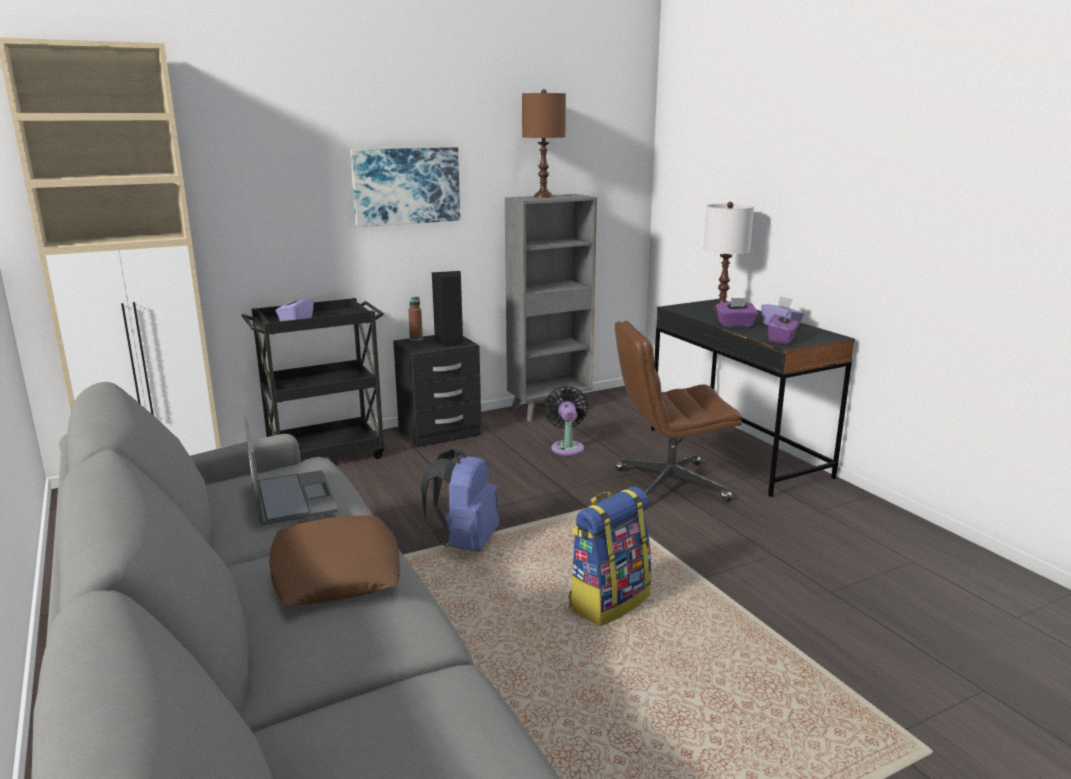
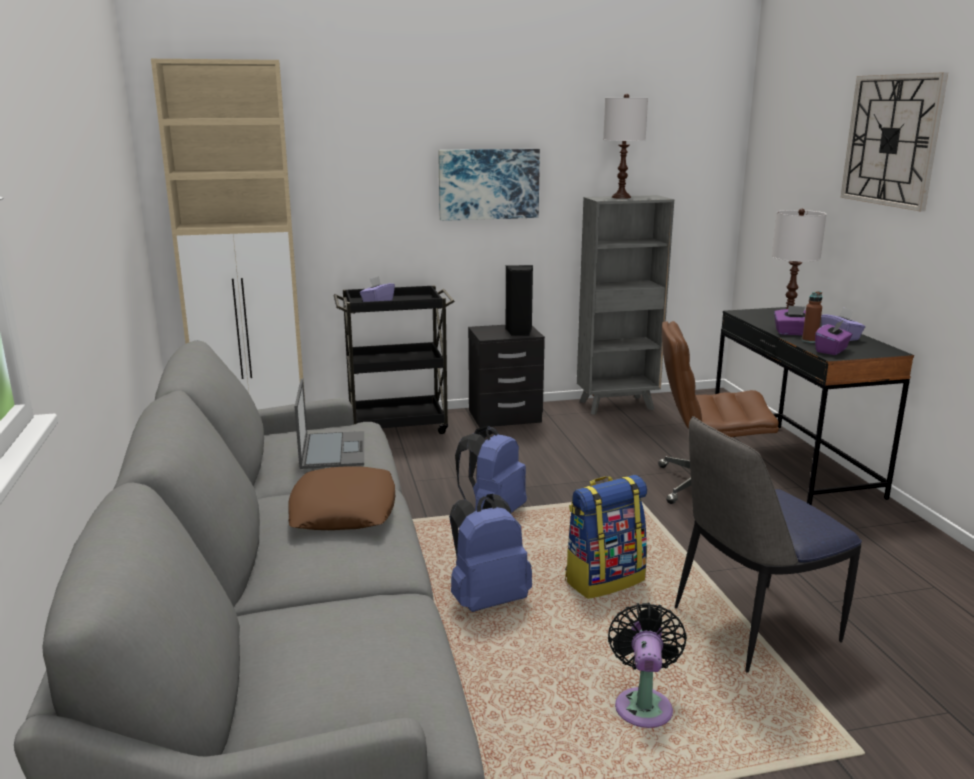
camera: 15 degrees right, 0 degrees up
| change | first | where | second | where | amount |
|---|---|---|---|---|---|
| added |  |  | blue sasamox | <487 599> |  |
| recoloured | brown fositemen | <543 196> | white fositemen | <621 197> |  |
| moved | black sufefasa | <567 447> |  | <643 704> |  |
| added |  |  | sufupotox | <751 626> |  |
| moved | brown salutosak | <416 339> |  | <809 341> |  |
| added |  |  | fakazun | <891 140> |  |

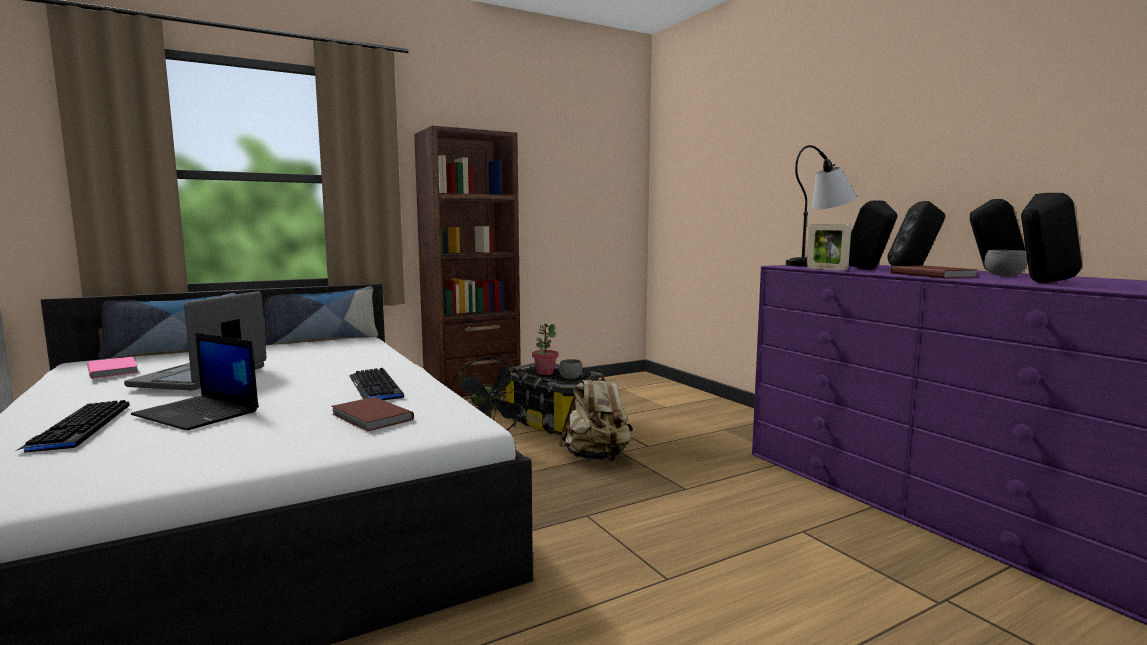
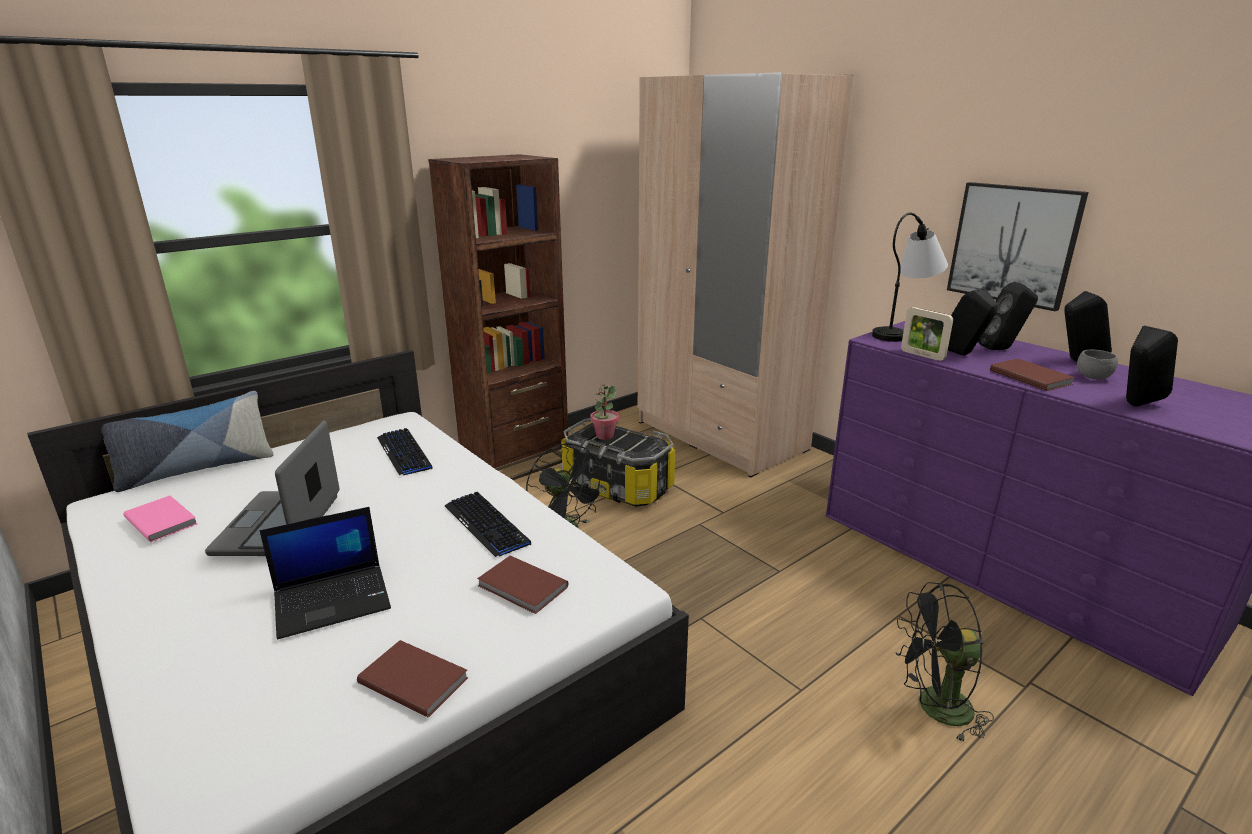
camera: 10 degrees left, 15 degrees up
| change | first | where | second | where | amount |
|---|---|---|---|---|---|
| turned | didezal | <198 413> |  | <333 600> | 45 degrees counterclockwise |
| added |  |  | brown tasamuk | <414 679> |  |
| moved | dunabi | <79 427> |  | <404 453> |  |
| added |  |  | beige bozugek | <720 436> |  |
| added |  |  | black sufefasa | <934 709> |  |
| added |  |  | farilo | <1013 244> |  |
| removed | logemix | <322 339> |  |  |  |
| removed | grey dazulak | <570 378> |  |  |  |
| removed | beige sasamox | <597 458> |  |  |  |

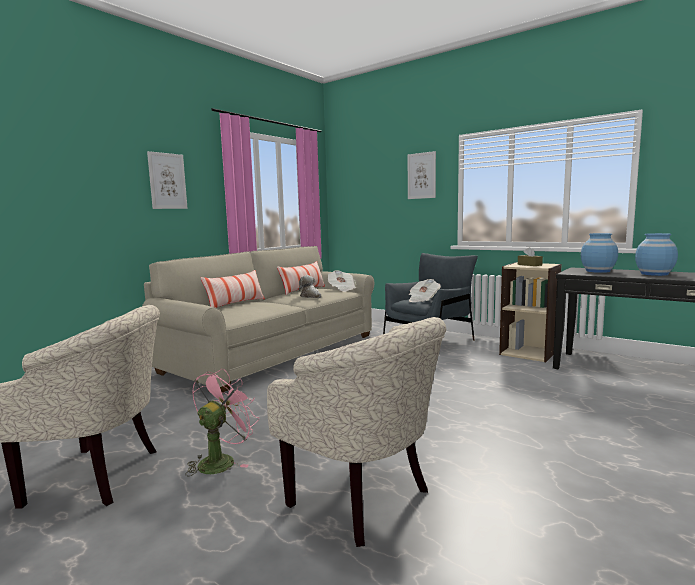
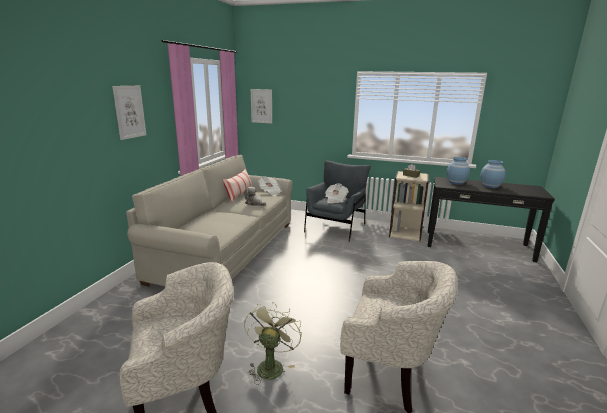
camera: 20 degrees left, 10 degrees up
| change | first | where | second | where | amount |
|---|---|---|---|---|---|
| recoloured | pink sufefasa | <221 460> | green sufefasa | <270 365> |  |
| moved | farilo | <421 175> |  | <261 106> |  |
| removed | logemix | <235 304> |  |  |  |

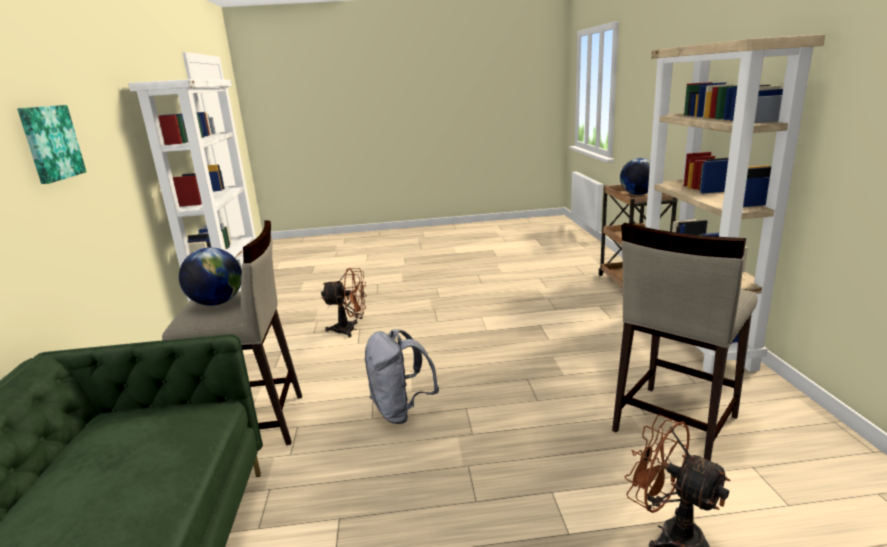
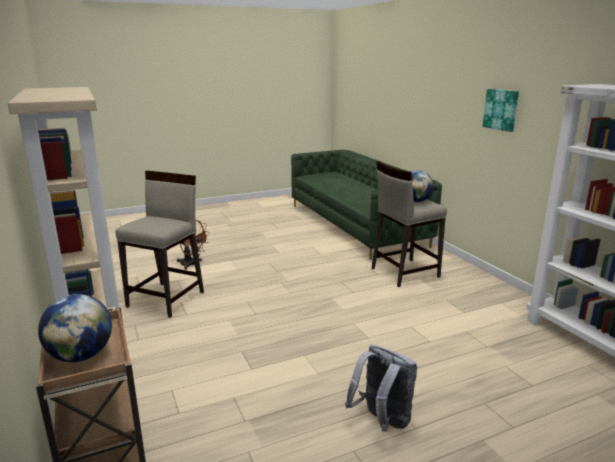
camera: 160 degrees right, 0 degrees up
| change | first | where | second | where | amount |
|---|---|---|---|---|---|
| moved | grey sasamox | <401 411> |  | <382 421> |  |
| removed | brown sufefasa | <350 330> |  |  |  |

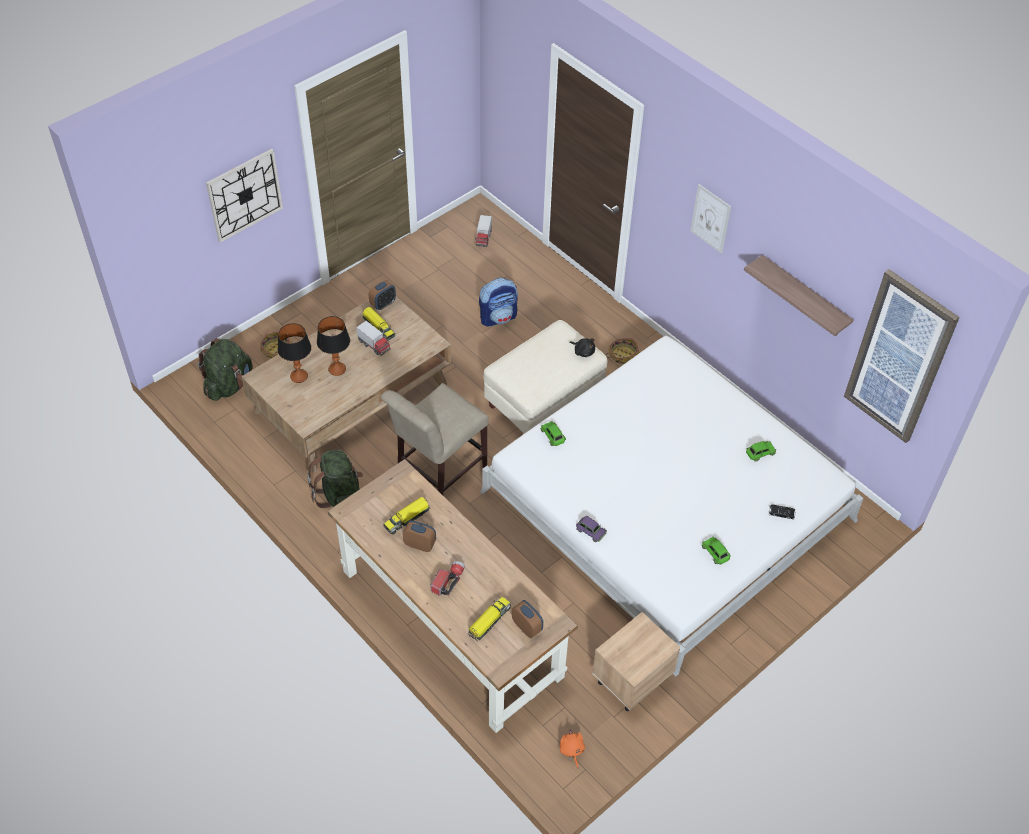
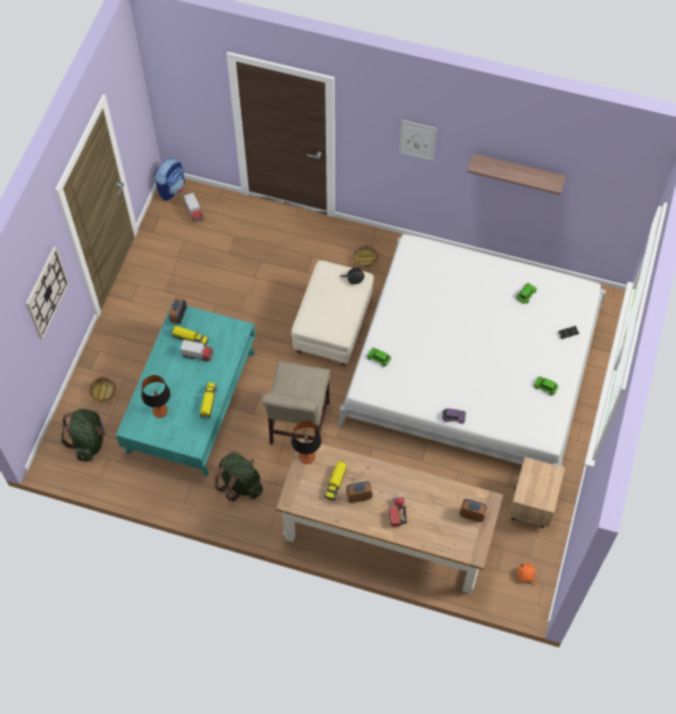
camera: 30 degrees left, 10 degrees up
| change | first | where | second | where | amount |
|---|---|---|---|---|---|
| recoloured | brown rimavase | <352 398> | turquoise rimavase | <191 401> |  |
| moved | sasamox | <498 317> |  | <172 189> |  |
| moved | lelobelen | <489 621> |  | <208 402> |  |
| moved | fositemen | <337 369> |  | <307 456> |  |
| removed | farilo | <899 357> |  |  |  |

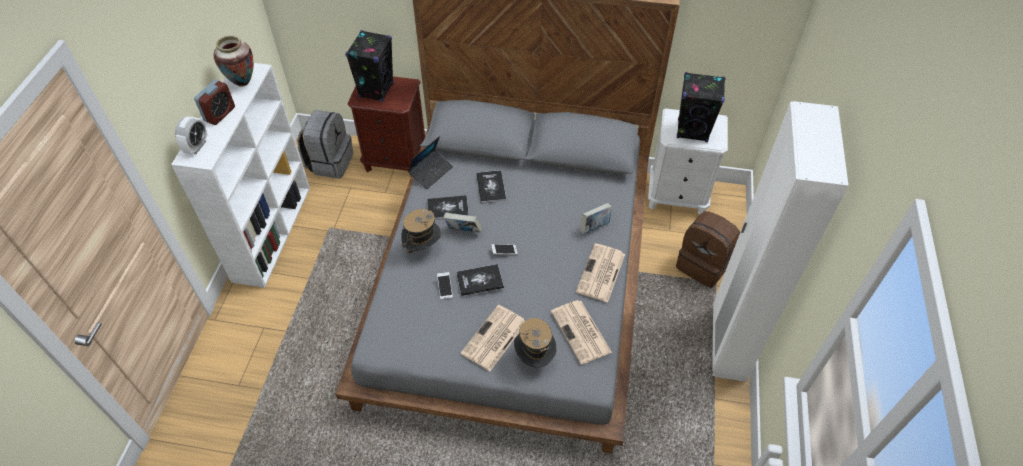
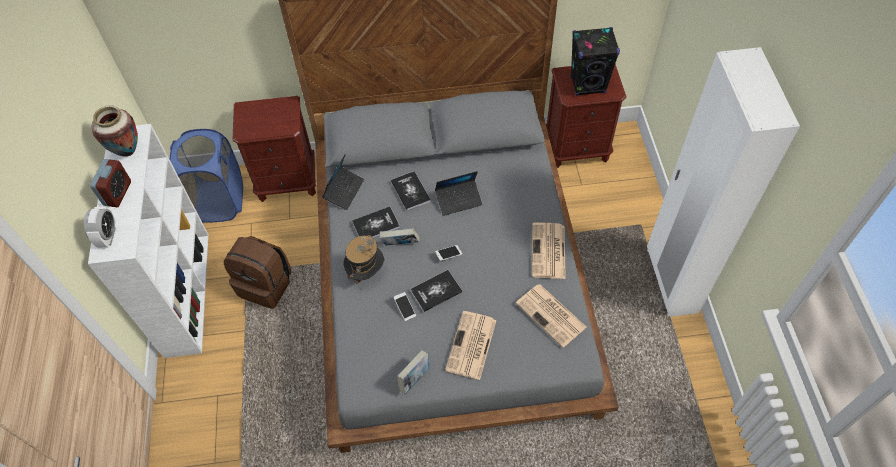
camera: 15 degrees left, 5 degrees up
| change | first | where | second | where | amount |
|---|---|---|---|---|---|
| replaced | grey sasamox | <330 162> | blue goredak | <219 201> |  |
| moved | brown sasamox | <703 265> |  | <266 285> |  |
| moved | tasamuk | <595 227> |  | <414 378> |  |
| added |  |  | didezal | <459 200> |  |
| recoloured | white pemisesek | <677 197> | brown pemisesek | <577 148> |  |
| removed | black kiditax | <376 90> |  |  |  |
| removed | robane | <534 358> |  |  |  |

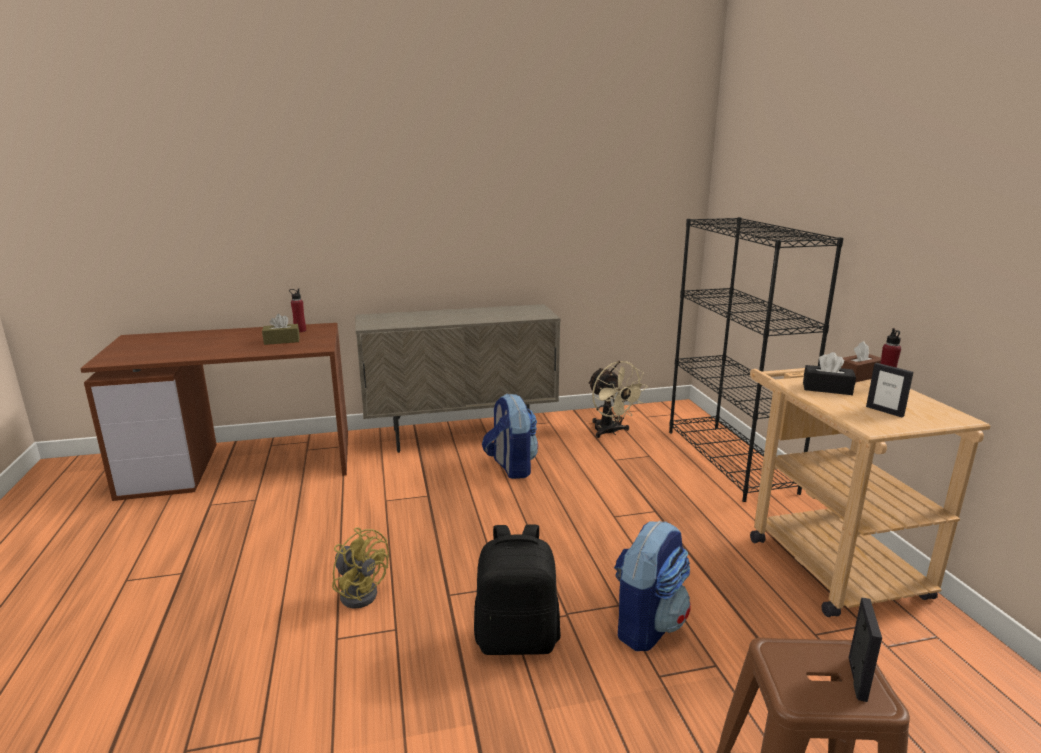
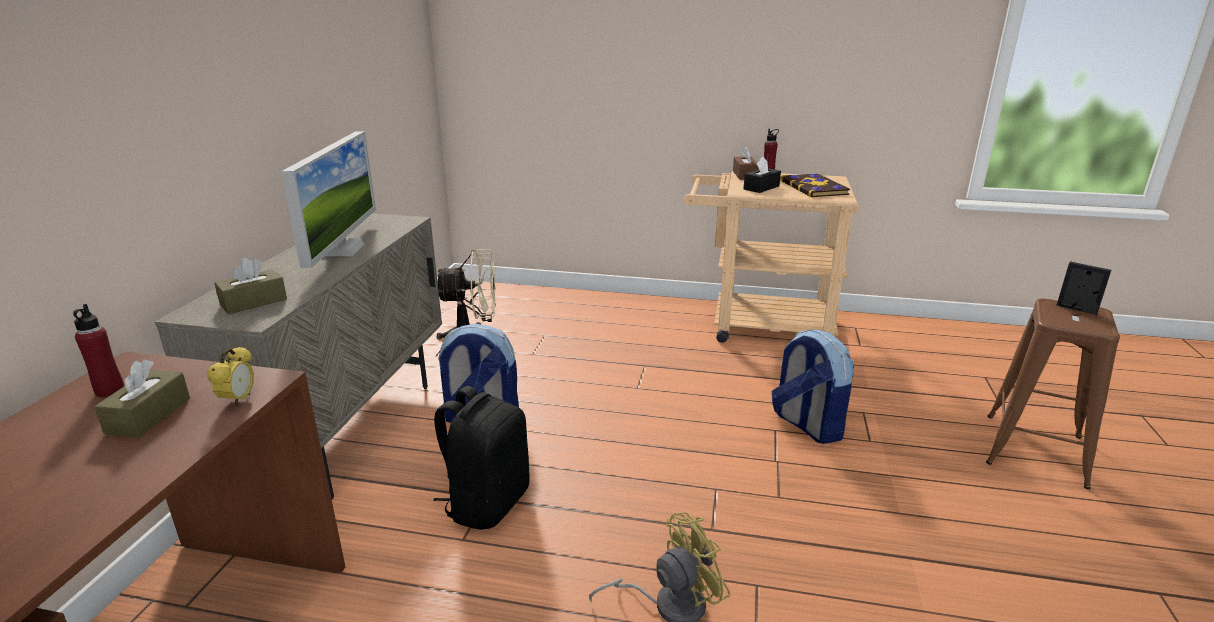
camera: 65 degrees left, 5 degrees up
| change | first | where | second | where | amount |
|---|---|---|---|---|---|
| added |  |  | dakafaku | <238 400> |  |
| added |  |  | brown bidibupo | <253 302> |  |
| added |  |  | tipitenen | <342 250> |  |
| moved | black sasamox | <517 638> |  | <487 503> |  |
| replaced | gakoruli | <884 411> | tasamuk | <814 188> |  |
| removed | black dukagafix | <729 460> |  |  |  |

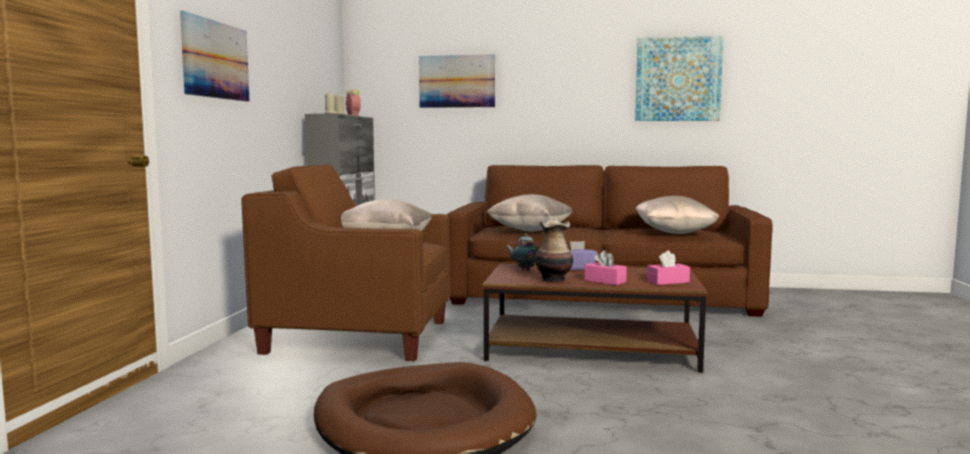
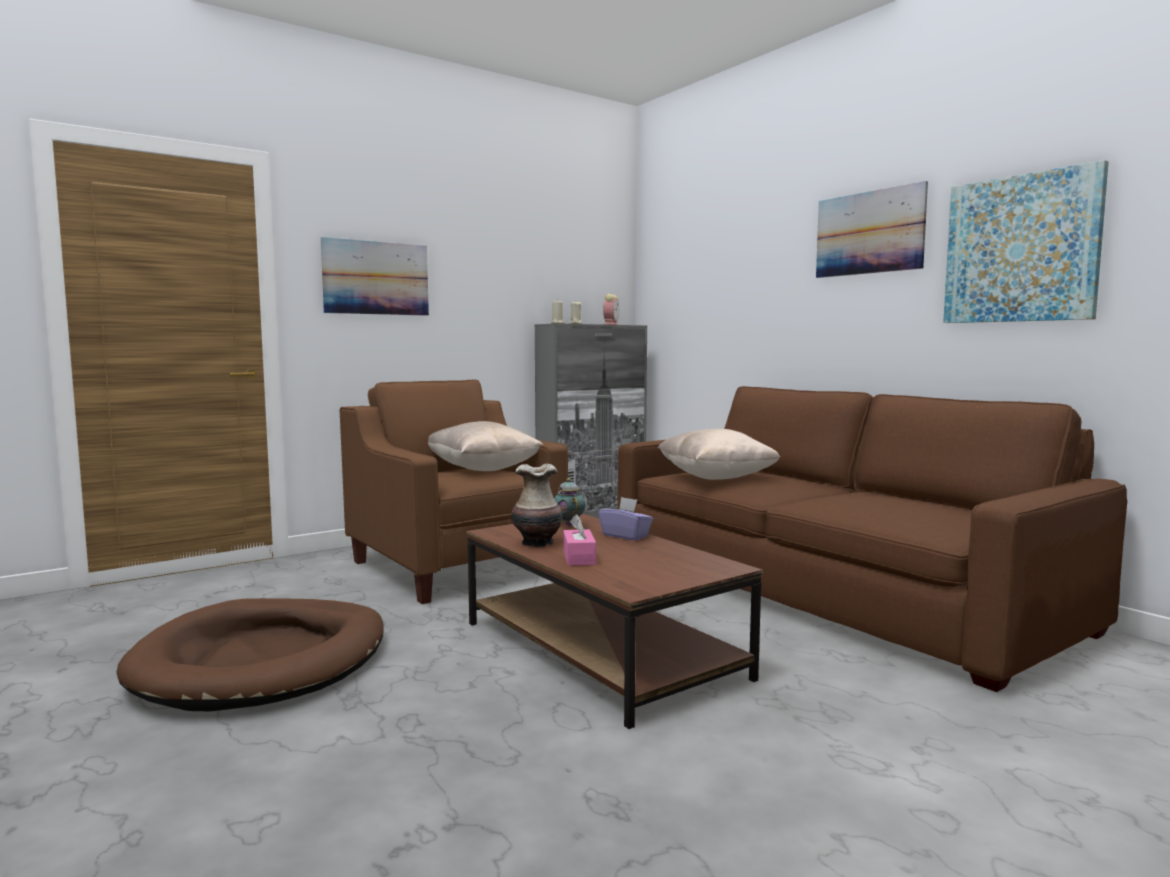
camera: 45 degrees right, 0 degrees up
| change | first | where | second | where | amount |
|---|---|---|---|---|---|
| moved | farilo | <457 81> |  | <869 233> |  |
| removed | beige logemix | <674 233> |  |  |  |
| removed | pink bidibupo | <668 282> |  |  |  |

